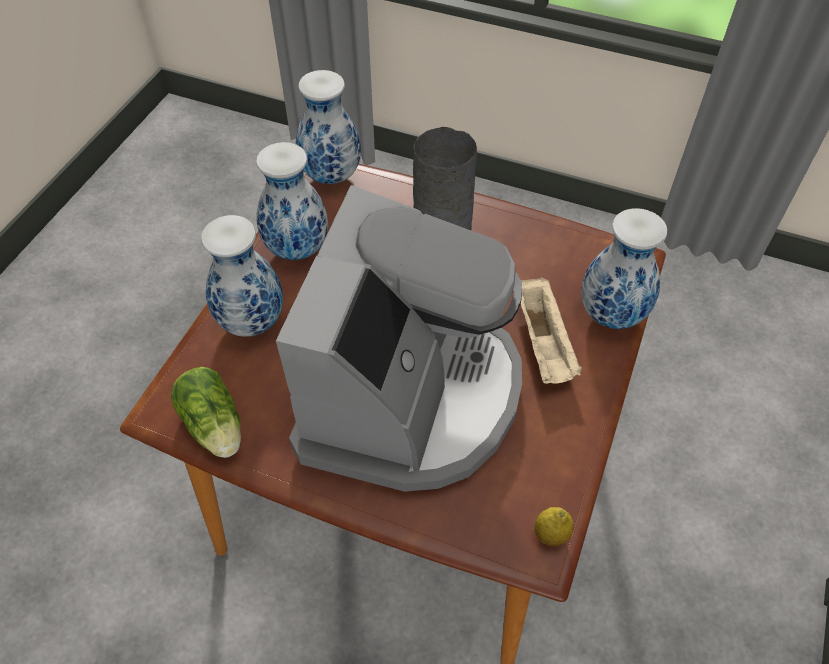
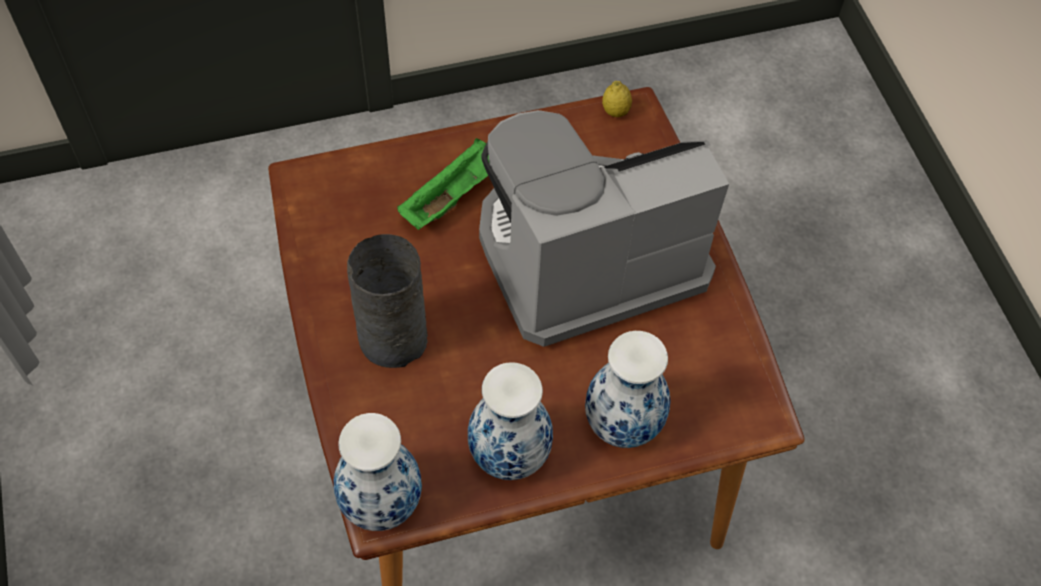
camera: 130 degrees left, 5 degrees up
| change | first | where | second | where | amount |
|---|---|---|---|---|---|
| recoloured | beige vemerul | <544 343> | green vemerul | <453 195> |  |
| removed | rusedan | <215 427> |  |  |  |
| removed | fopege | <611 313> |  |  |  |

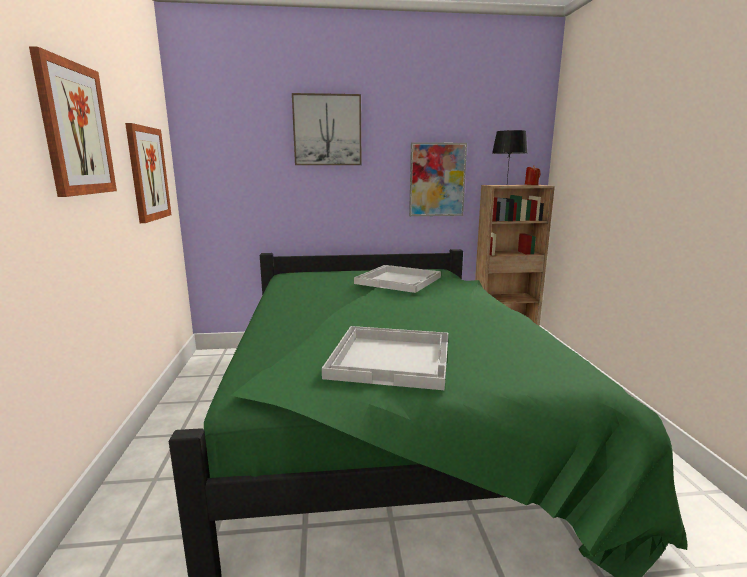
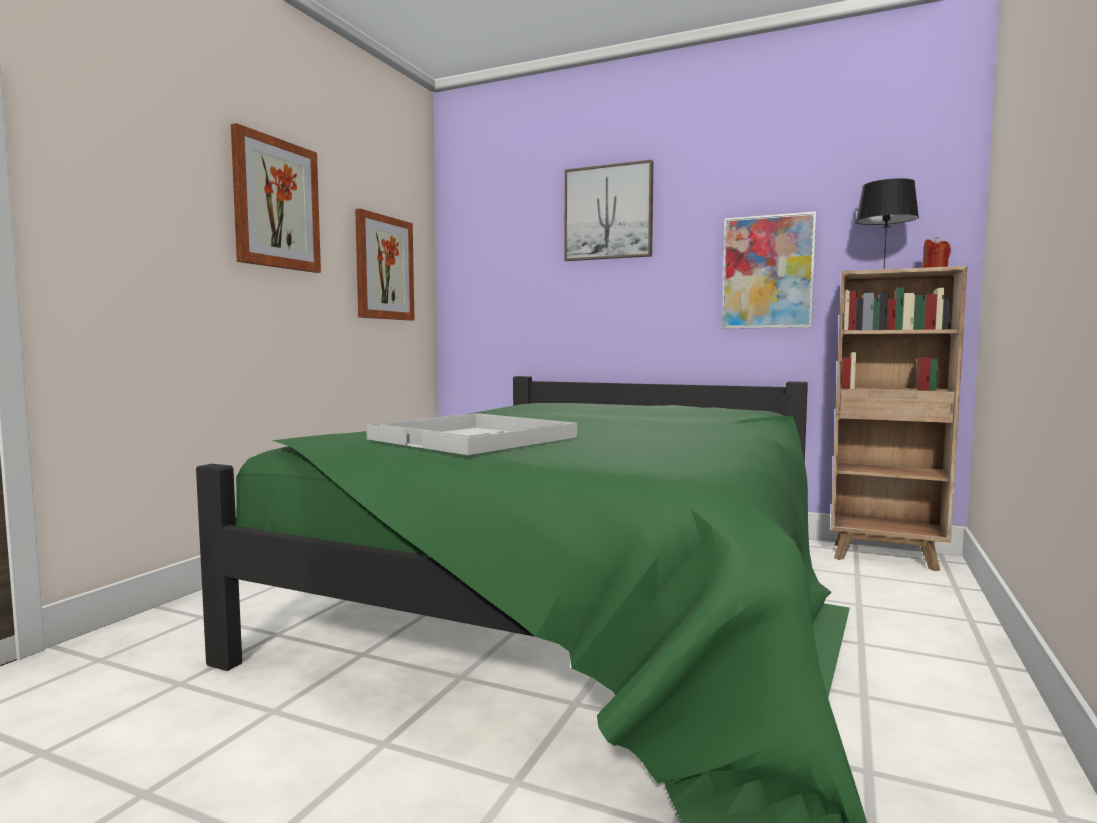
camera: 30 degrees right, 10 degrees down
| change | first | where | second | where | amount |
|---|---|---|---|---|---|
| removed | white vemerul | <399 280> |  |  |  |

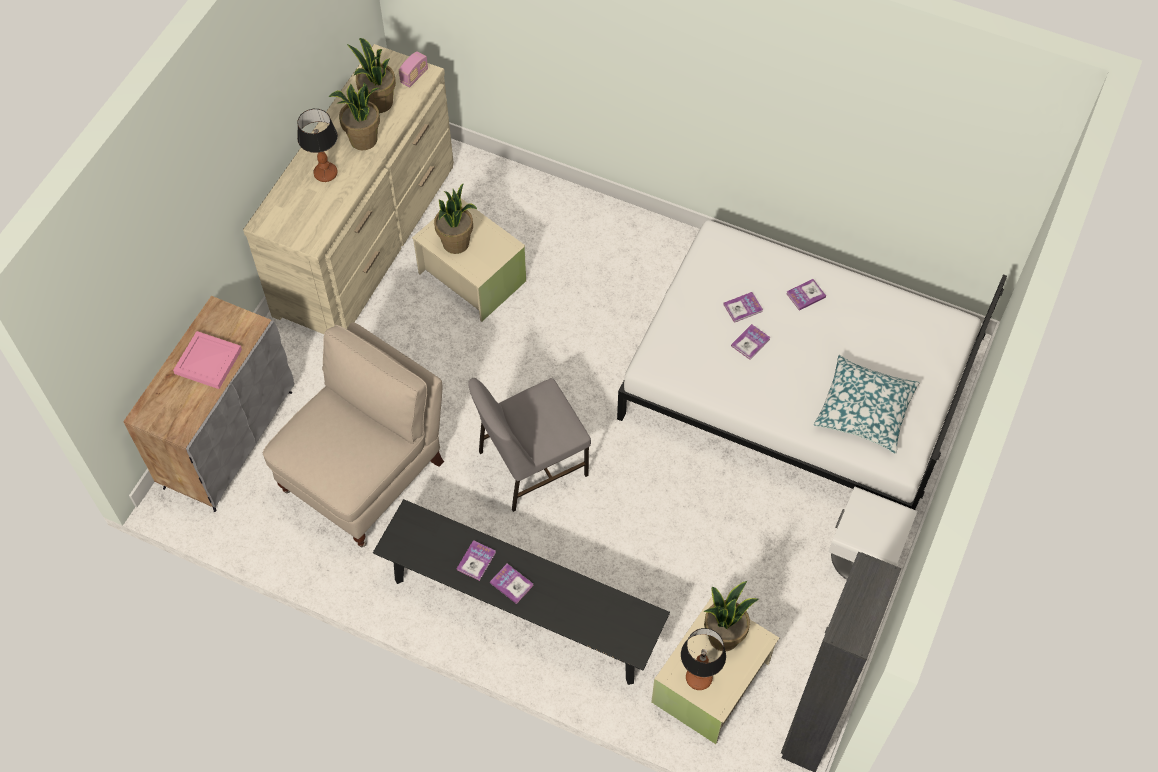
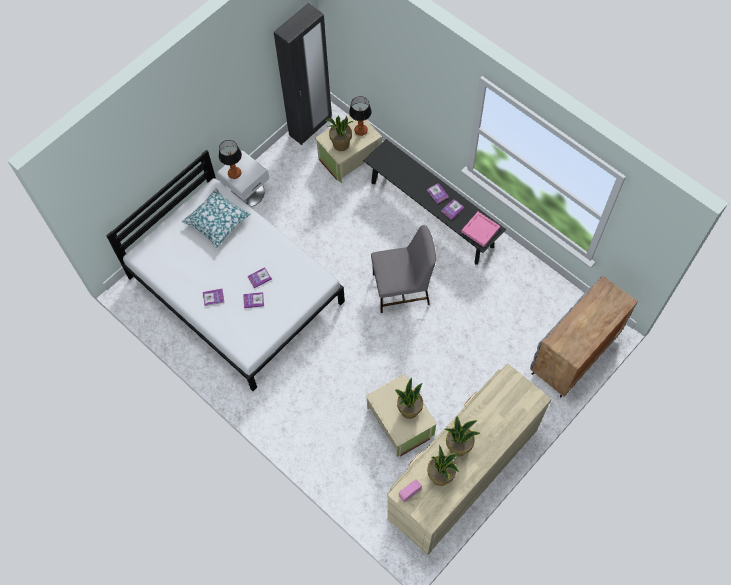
camera: 160 degrees left, 5 degrees up
| change | first | where | second | where | amount |
|---|---|---|---|---|---|
| moved | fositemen | <326 174> |  | <234 173> |  |
| moved | pink vemerul | <208 362> |  | <480 229> |  |
| removed | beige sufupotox | <366 475> |  |  |  |

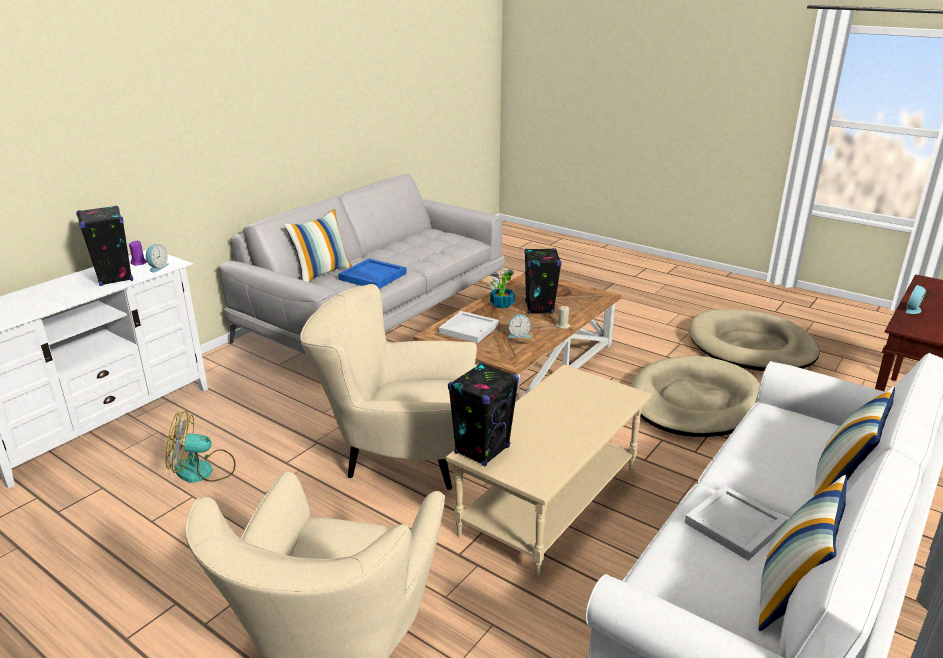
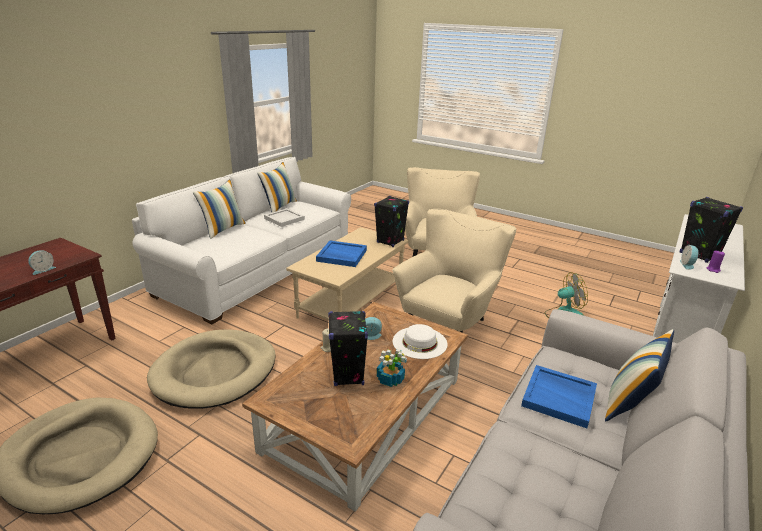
camera: 175 degrees right, 0 degrees up
| change | first | where | second | where | amount |
|---|---|---|---|---|---|
| added |  |  | blue vemerul | <341 255> |  |
| turned | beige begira | <397 458> |  | <449 324> | 60 degrees counterclockwise |
| replaced | white vemerul | <468 329> | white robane | <419 342> |  |

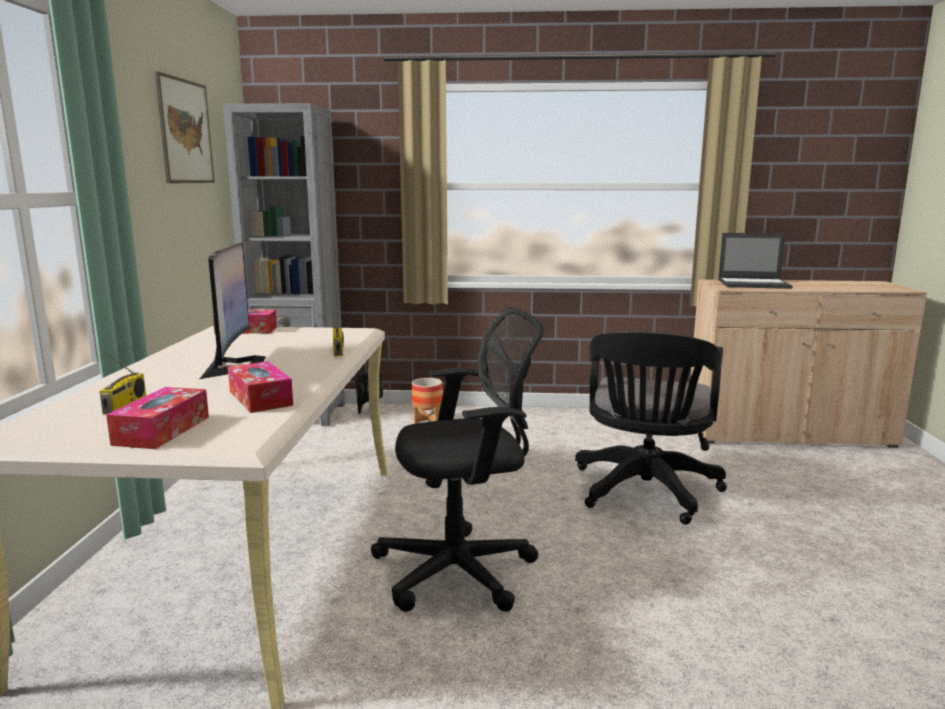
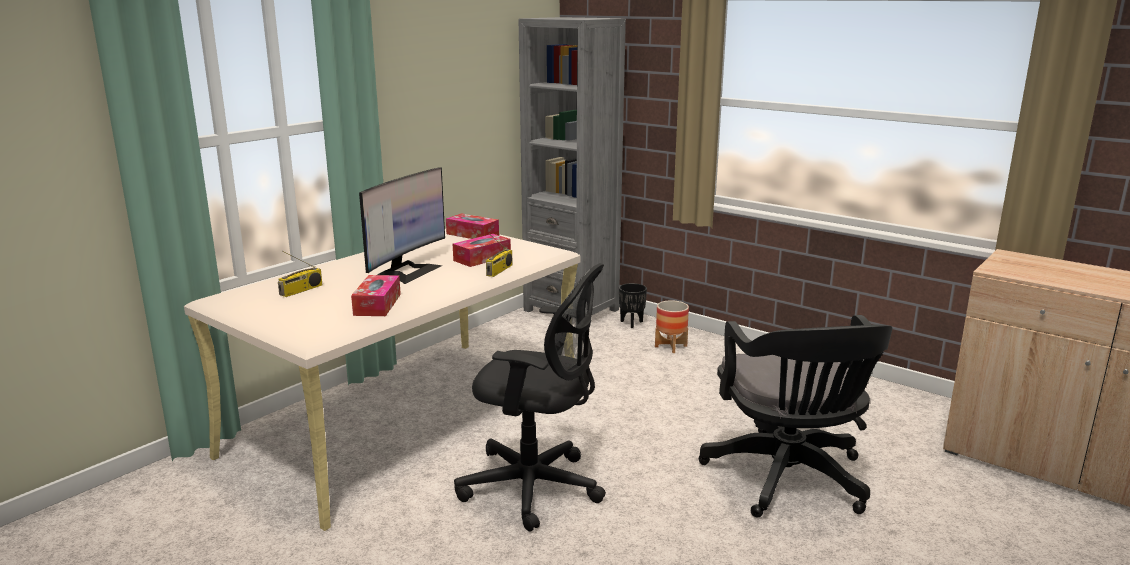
camera: 35 degrees right, 5 degrees up
| change | first | where | second | where | amount |
|---|---|---|---|---|---|
| moved | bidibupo | <162 430> |  | <482 258> |  |
| turned | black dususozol | <645 493> |  | <789 481> | 60 degrees counterclockwise |
| removed | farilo | <185 132> |  |  |  |
| removed | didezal | <754 284> |  |  |  |

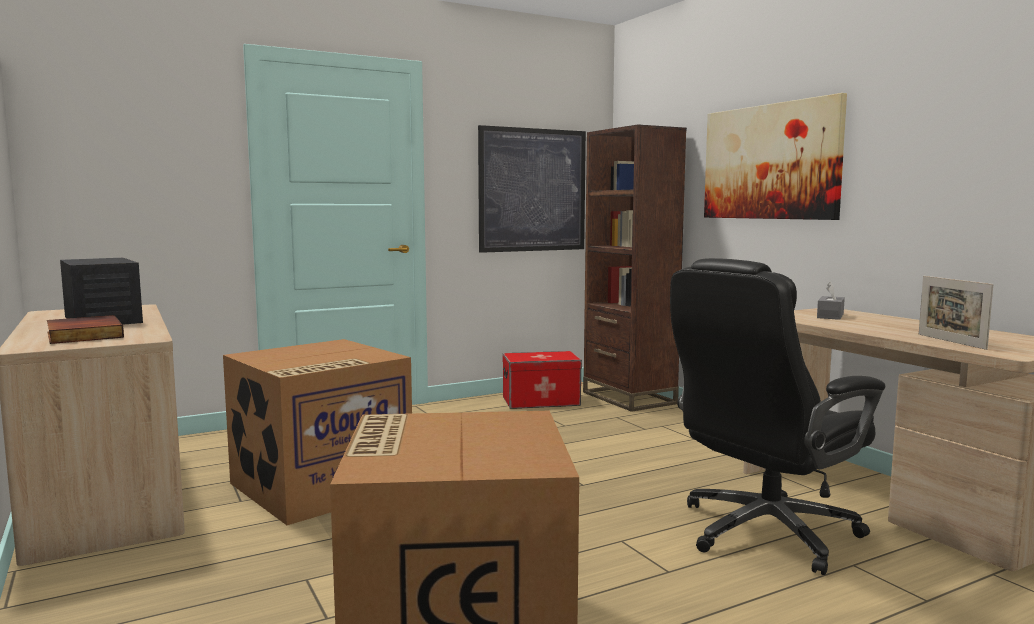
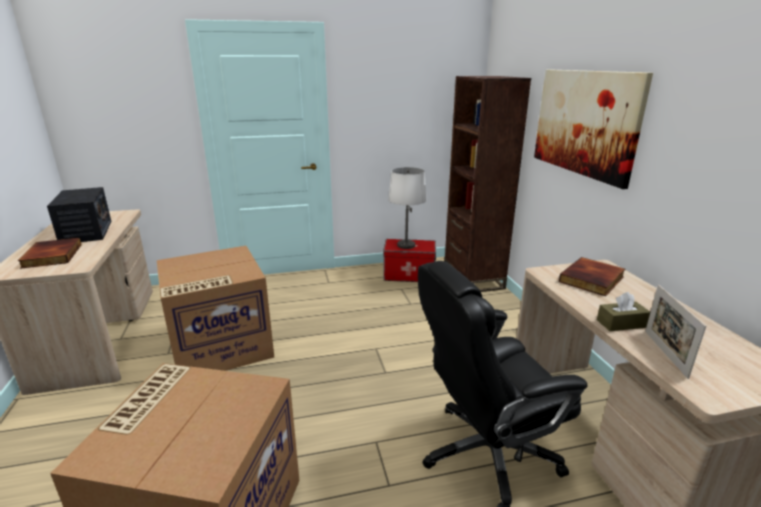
camera: 15 degrees right, 15 degrees up
| change | first | where | second | where | amount |
|---|---|---|---|---|---|
| added |  |  | white fositemen | <405 245> |  |
| replaced | grey bidibupo | <830 316> | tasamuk | <592 280> |  |
| added |  |  | brown bidibupo | <621 323> |  |
| removed | farilo | <532 190> |  |  |  |

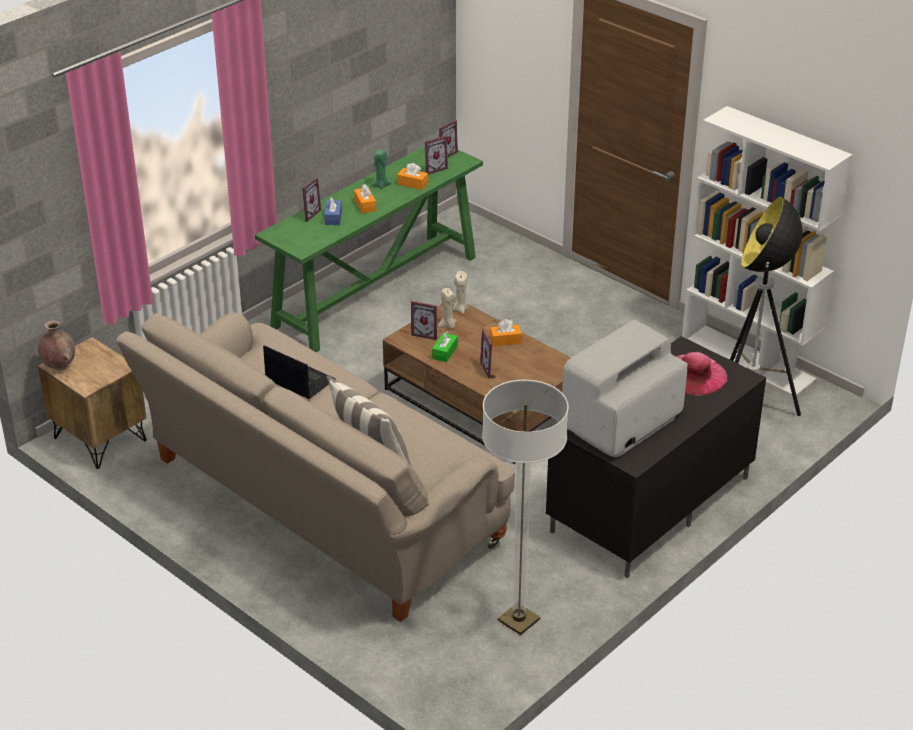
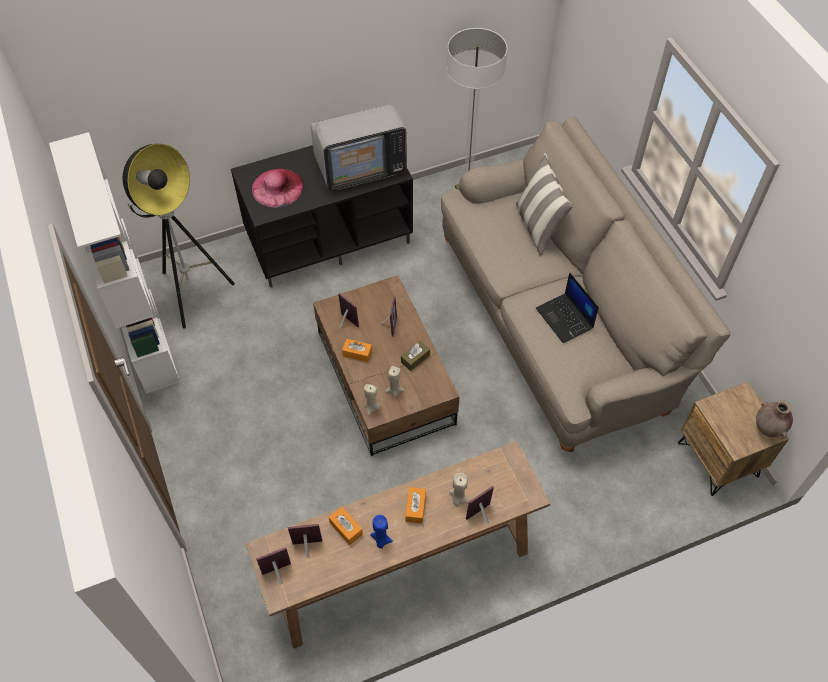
camera: 155 degrees left, 20 degrees up
| change | first | where | second | where | amount |
|---|---|---|---|---|---|
| recoloured | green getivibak | <377 291> | brown getivibak | <400 570> |  |
| moved | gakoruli | <426 333> |  | <345 323> |  |
| recoloured | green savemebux | <381 185> | blue savemebux | <381 540> |  |
| recoloured | green bidibupo | <445 352> | brown bidibupo | <415 359> |  |
| replaced | blue bidibupo | <333 217> | beige savemebux | <458 499> |  |

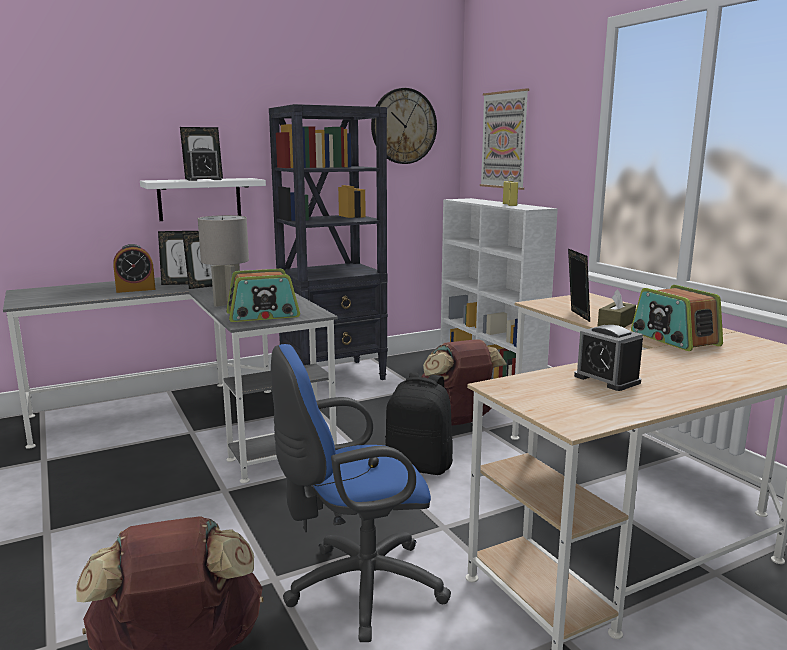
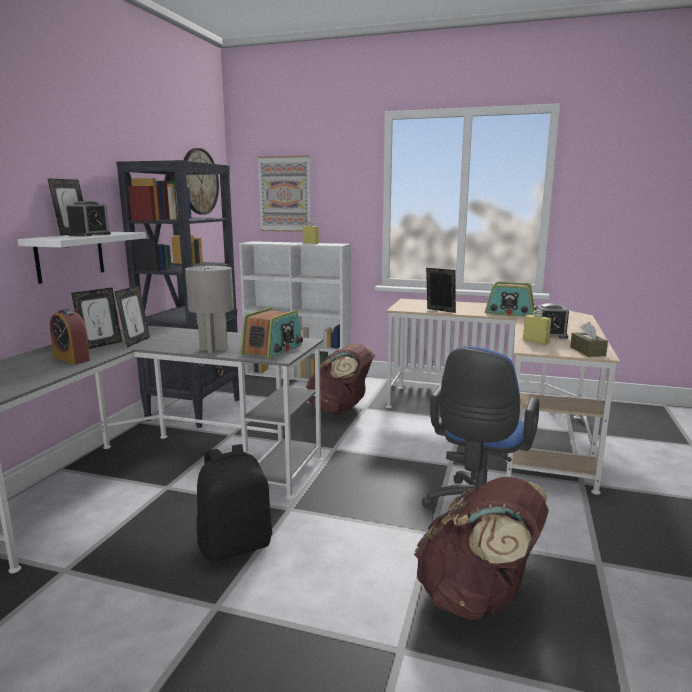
camera: 45 degrees left, 0 degrees up
| change | first | where | second | where | amount |
|---|---|---|---|---|---|
| turned | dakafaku | <135 289> |  | <72 359> | 105 degrees clockwise |
| moved | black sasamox | <419 465> |  | <236 545> |  |
| added |  |  | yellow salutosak | <535 342> |  |
| moved | brown bidibupo | <616 324> |  | <587 351> |  |

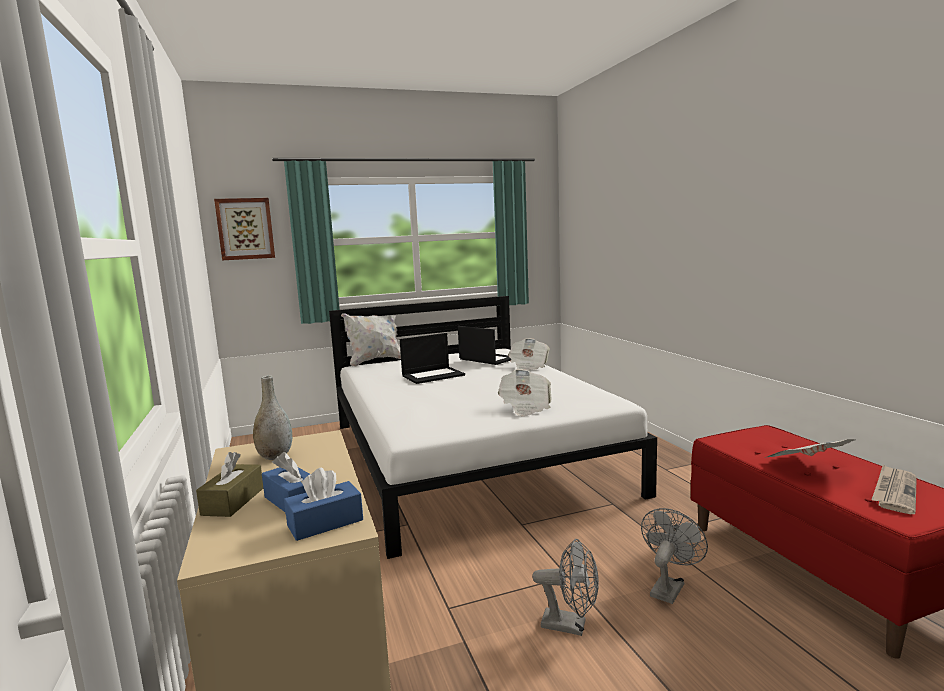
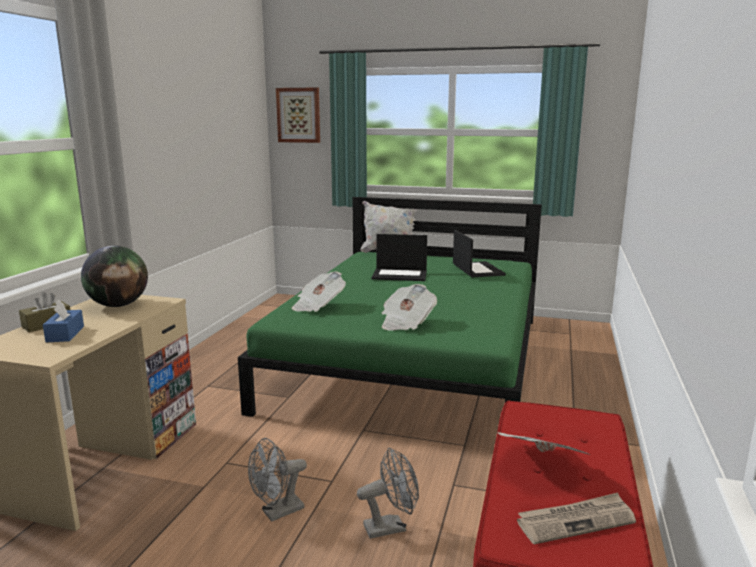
camera: 35 degrees right, 5 degrees up
| change | first | where | second | where | amount |
|---|---|---|---|---|---|
| replaced | grey fopege | <275 456> | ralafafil | <118 305> |  |
| recoloured | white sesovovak | <469 455> | green sesovovak | <414 360> |  |
| turned | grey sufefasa | <571 625> |  | <277 513> | 90 degrees clockwise |
| moved | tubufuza | <528 366> |  | <318 306> |  |
| removed | blue bidibupo | <325 523> |  |  |  |

